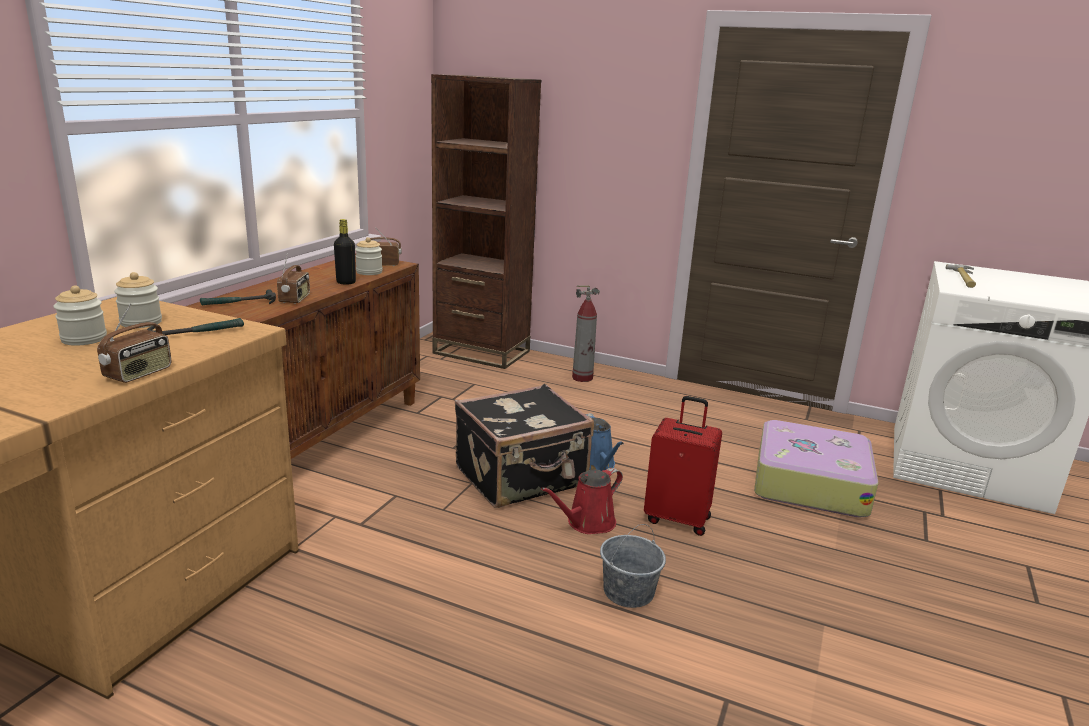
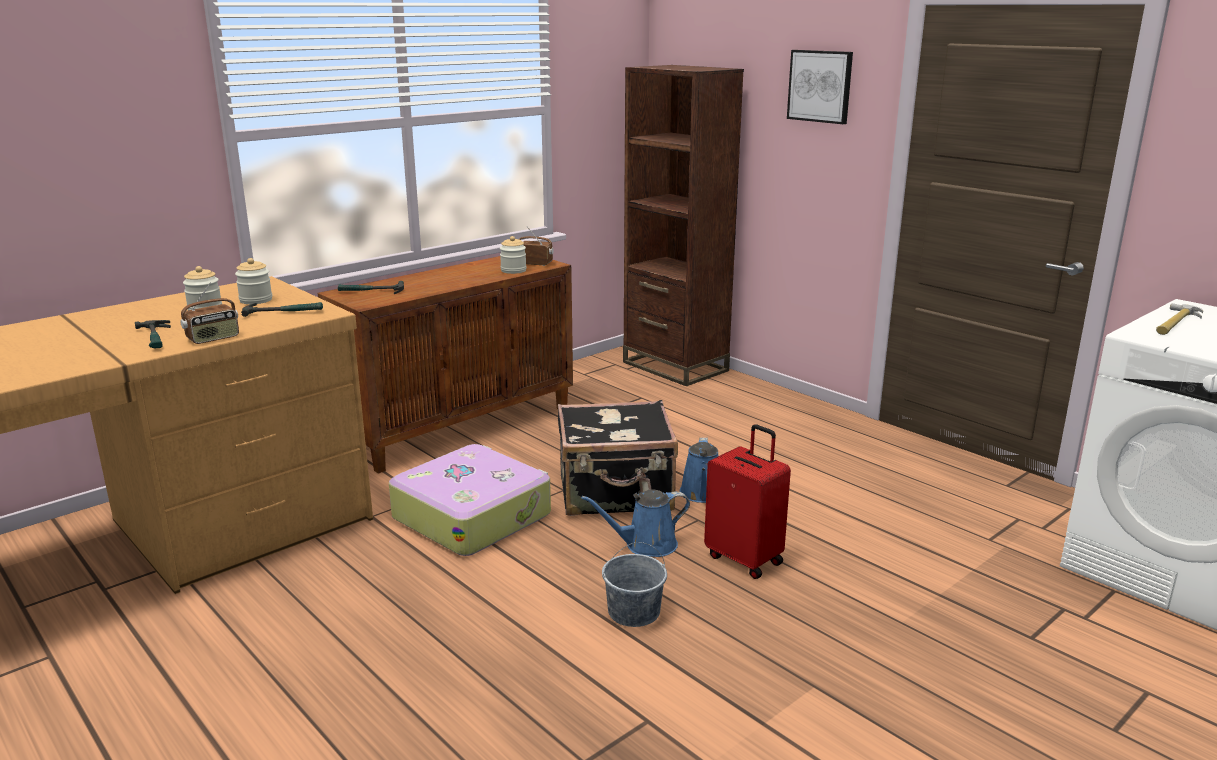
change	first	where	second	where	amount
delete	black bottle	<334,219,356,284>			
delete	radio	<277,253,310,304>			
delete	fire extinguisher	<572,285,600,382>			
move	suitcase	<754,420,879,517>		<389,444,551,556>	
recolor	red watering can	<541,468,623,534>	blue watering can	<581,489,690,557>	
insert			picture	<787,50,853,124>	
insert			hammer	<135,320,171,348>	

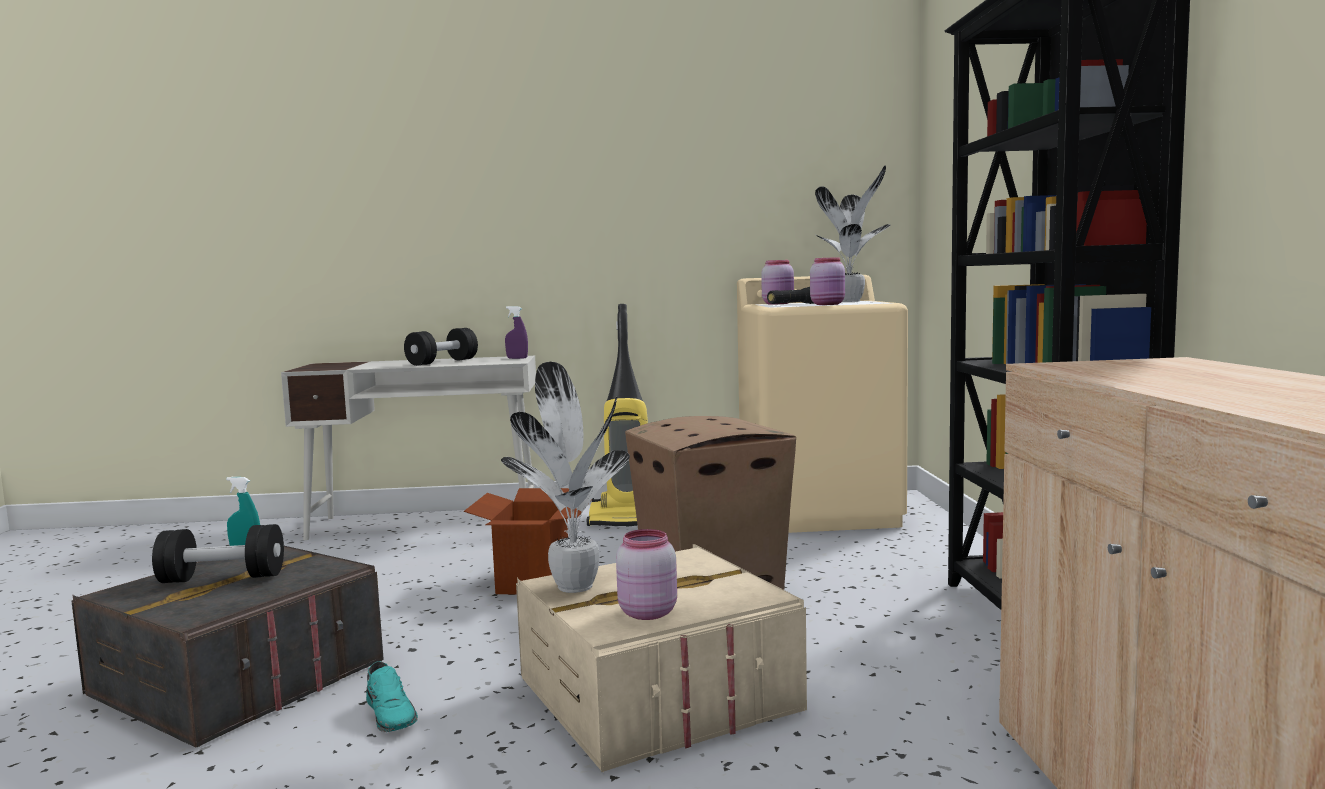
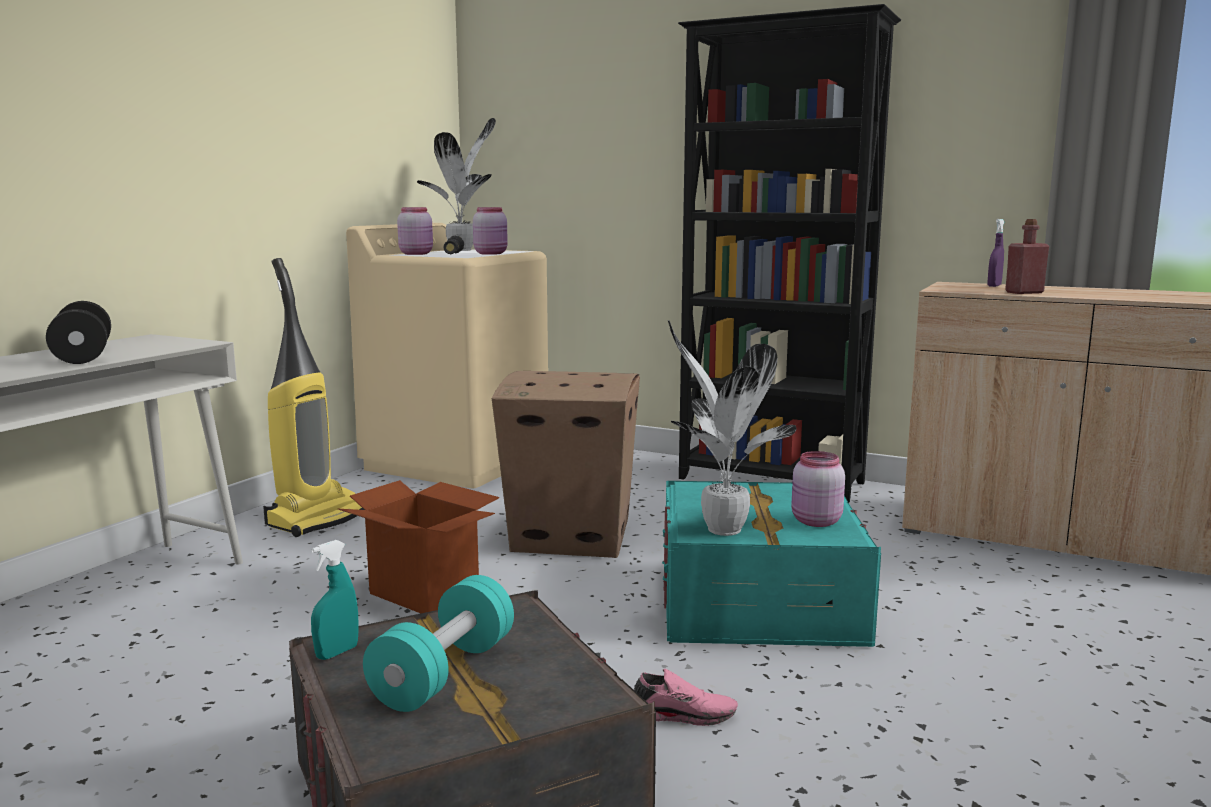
change	first	where	second	where	amount
move	purple spray bottle	<505,306,528,359>		<987,219,1004,287>	
recolor	black dumbbell	<152,524,284,583>	turquoise dumbbell	<363,575,514,712>	
recolor	beige storage box	<516,544,807,772>	turquoise storage box	<662,481,881,647>	
recolor	turquoise shoe	<366,662,418,732>	pink shoe	<634,669,738,726>	
insert			red bottle	<1005,219,1049,294>	

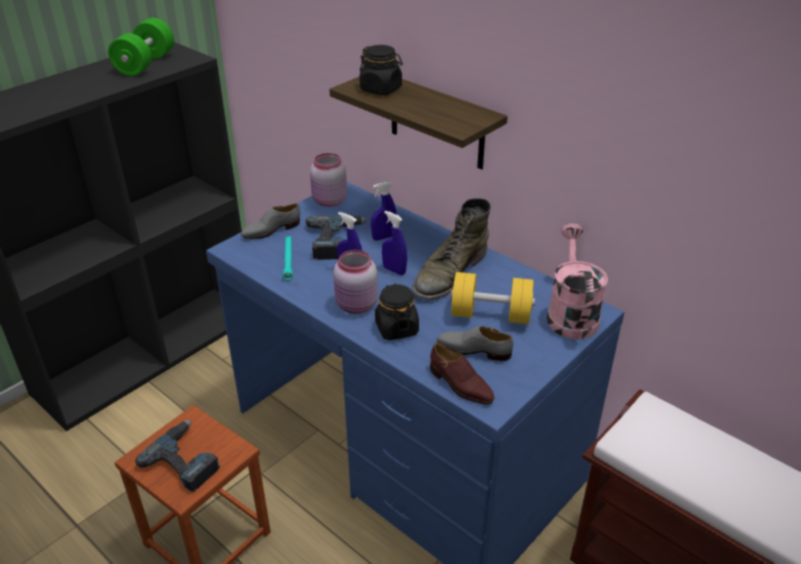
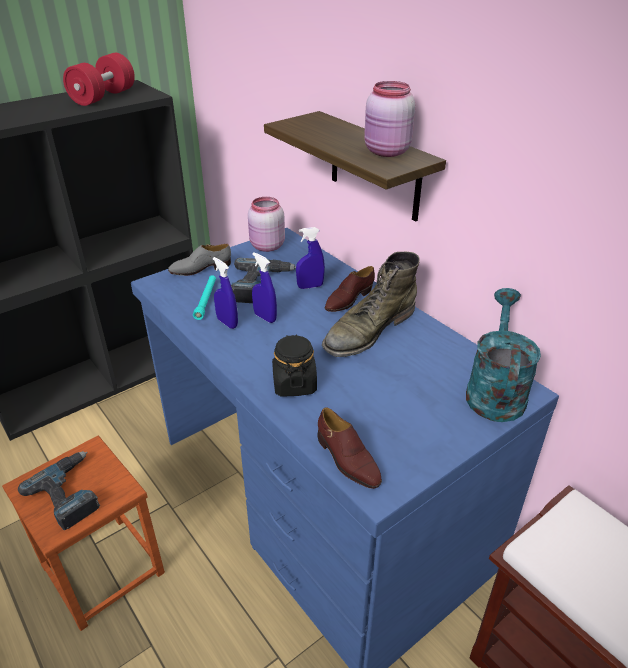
change	first	where	second	where	amount
recolor	green dumbbell	<108,18,174,76>	red dumbbell	<63,53,135,106>	
delete	black jar	<359,45,403,95>			
move	blue spray bottle	<382,211,407,275>		<213,257,238,329>	
recolor	pink watering can	<547,224,608,340>	turquoise watering can	<466,288,541,422>	
move	pink jar	<333,250,378,314>		<364,81,416,157>	
delete	yellow dumbbell	<450,272,535,324>			
delete	grey shoe	<437,326,513,361>			
insert			brown shoe	<324,266,375,312>	

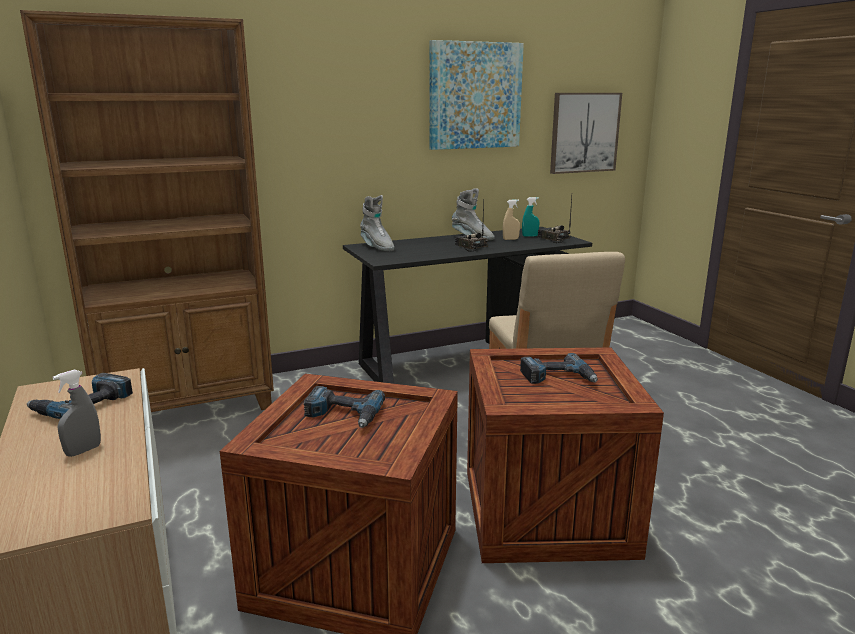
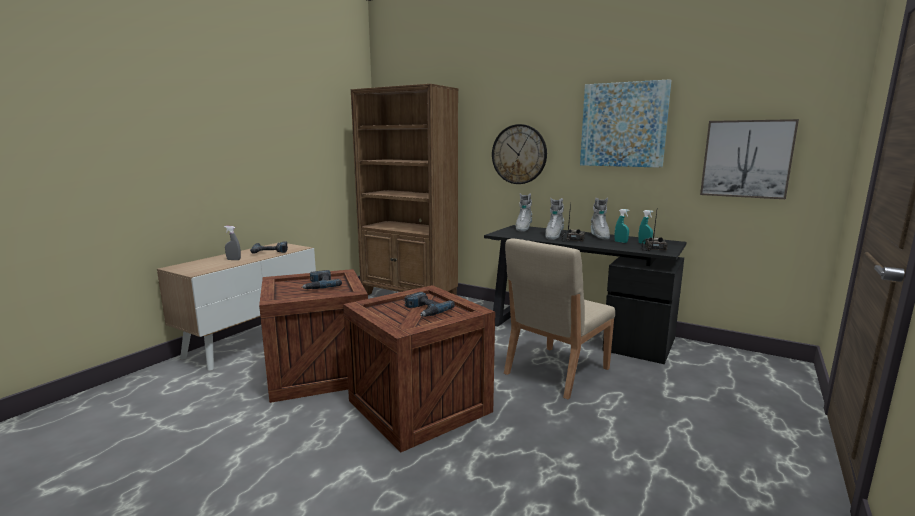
change	first	where	second	where	amount
recolor	beige spray bottle	<503,199,520,240>	turquoise spray bottle	<615,209,629,243>	
insert			wall clock	<492,124,547,184>	
insert			grey boot	<545,198,564,240>	

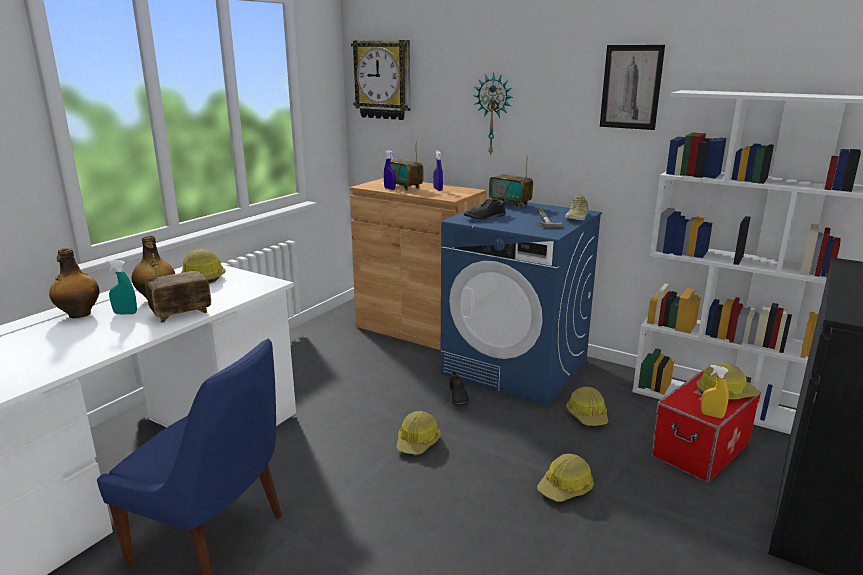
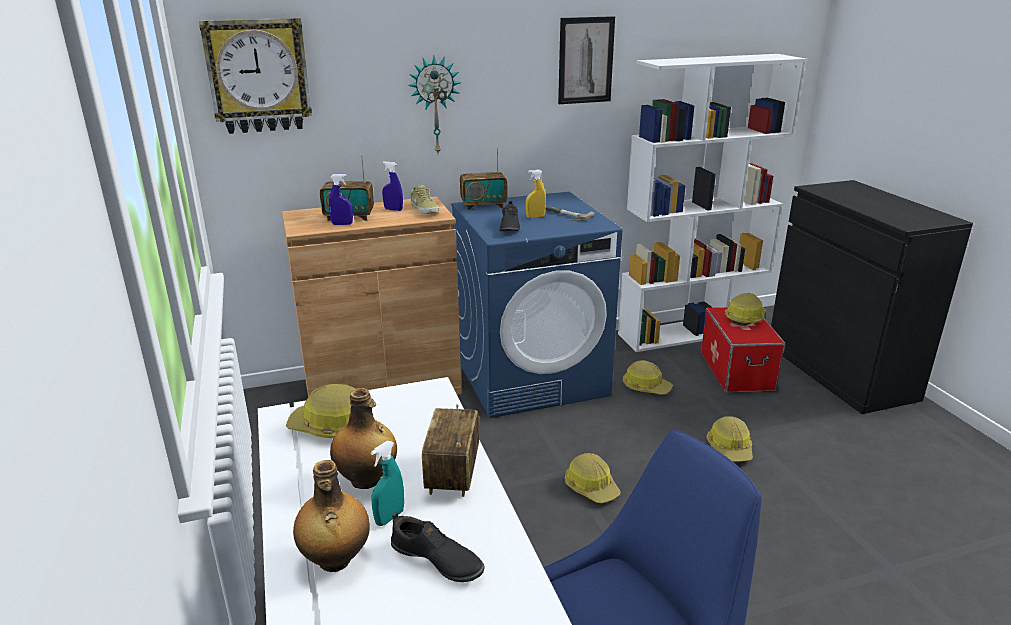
change	first	where	second	where	amount
move	beige shoe	<565,195,588,220>		<411,184,439,214>	
move	yellow spray bottle	<701,365,729,418>		<526,169,546,218>	
move	black shoe	<449,372,469,406>		<391,512,485,582>	

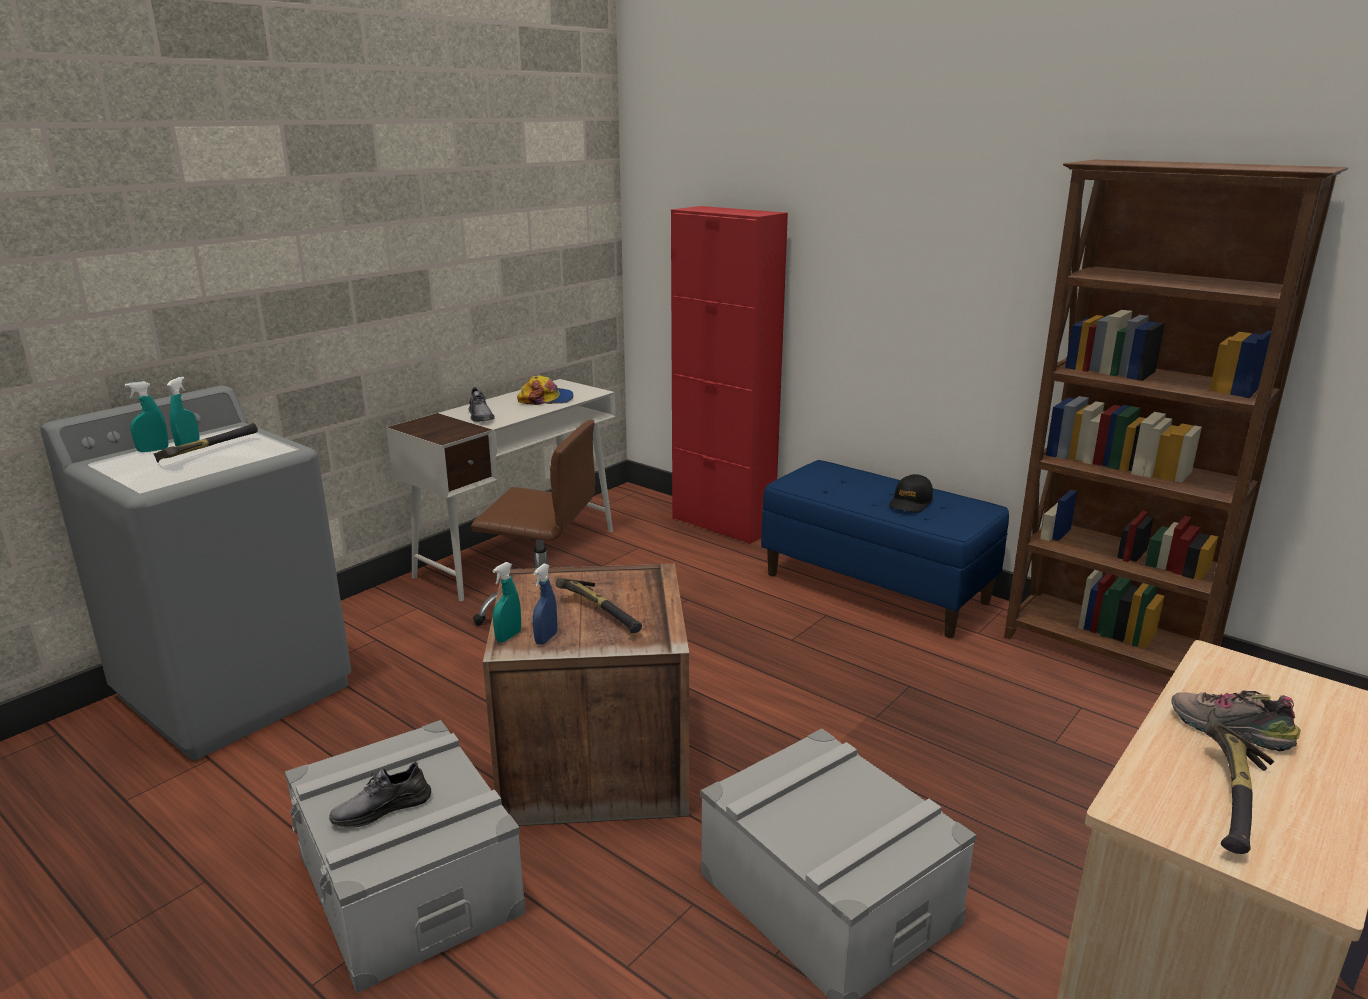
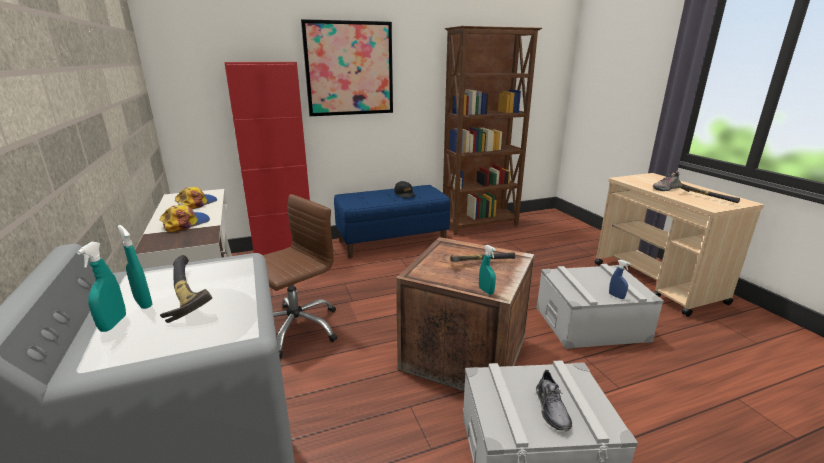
change	first	where	second	where	amount
replace	grey shoe	<469,387,494,422>	cap	<160,205,210,232>	
move	blue spray bottle	<533,564,557,645>		<609,260,631,299>	
insert			picture	<301,19,393,116>	

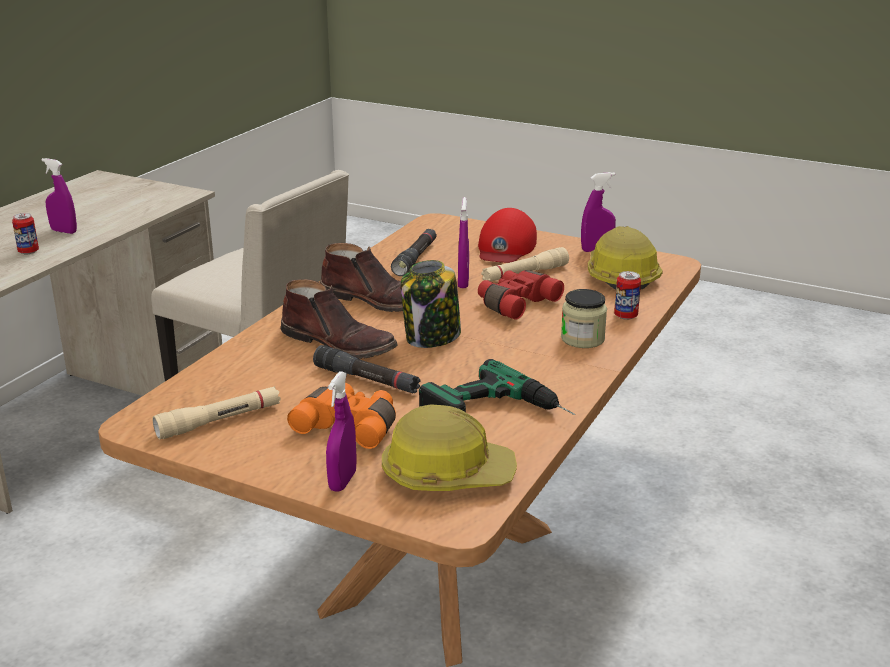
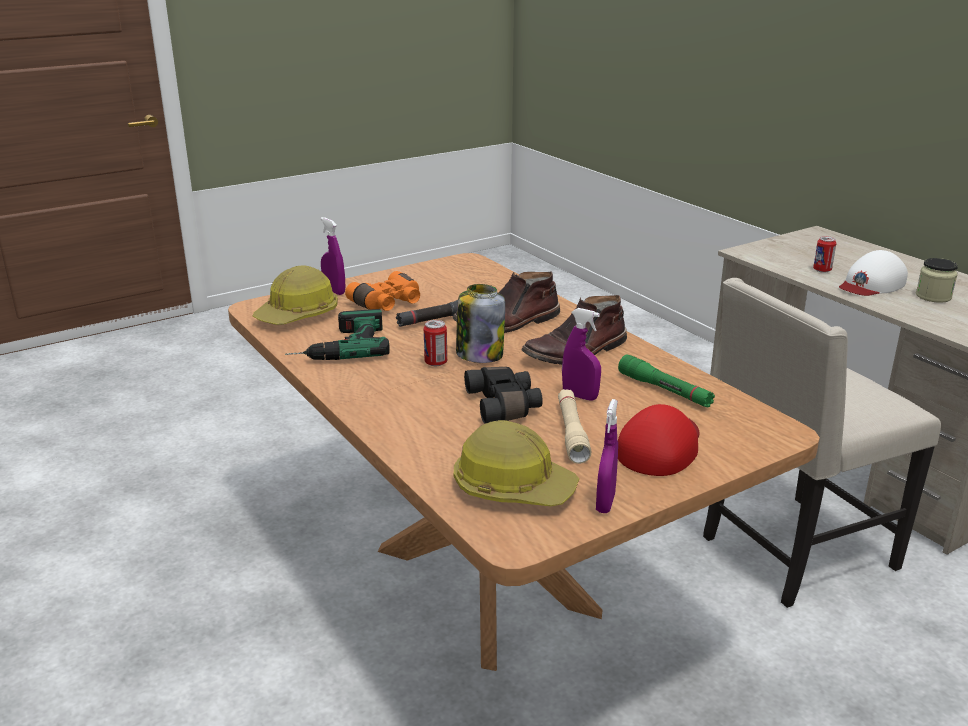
change	first	where	second	where	amount
replace	purple spray bottle	<41,158,77,234>	white cap	<839,250,908,296>	
rotate	red cap	<478,208,537,263>		<618,404,700,476>	75 degrees clockwise
recolor	black flashlight	<391,229,437,276>	green flashlight	<618,355,715,408>	
recolor	red binoculars	<478,270,564,320>	black binoculars	<464,367,543,423>	
move	can	<614,271,641,320>		<424,320,447,366>	
move	jar	<561,289,607,348>		<916,258,958,303>	
delete	beige flashlight	<152,386,281,440>			

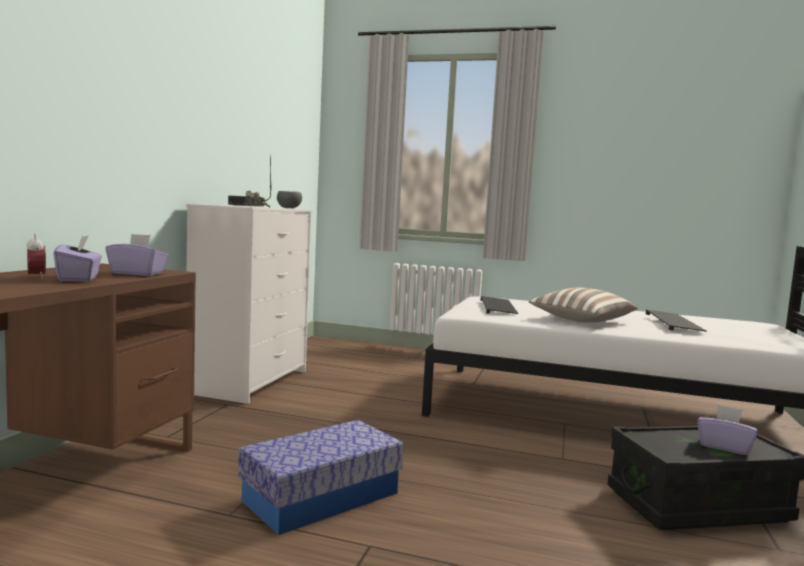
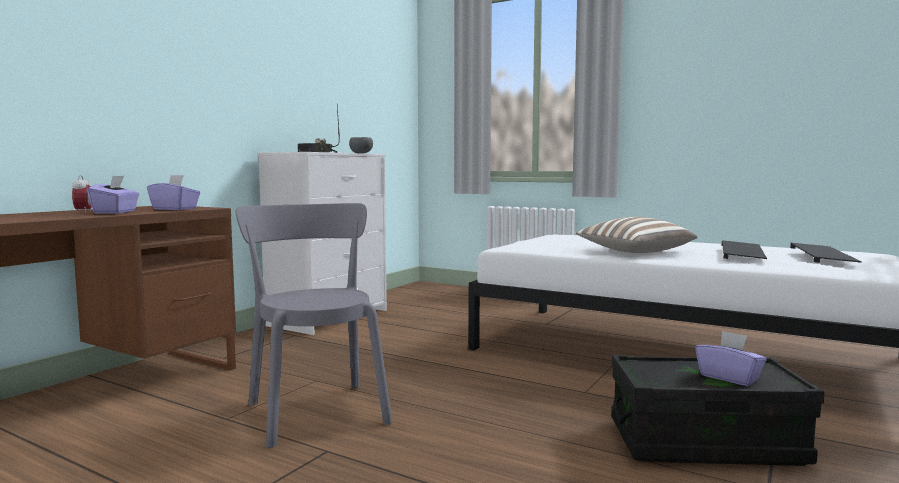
change	first	where	second	where	amount
move	keyboard	<480,296,518,314>		<790,242,862,263>	
replace	storage box	<238,420,404,535>	grey chair	<235,203,392,448>	

